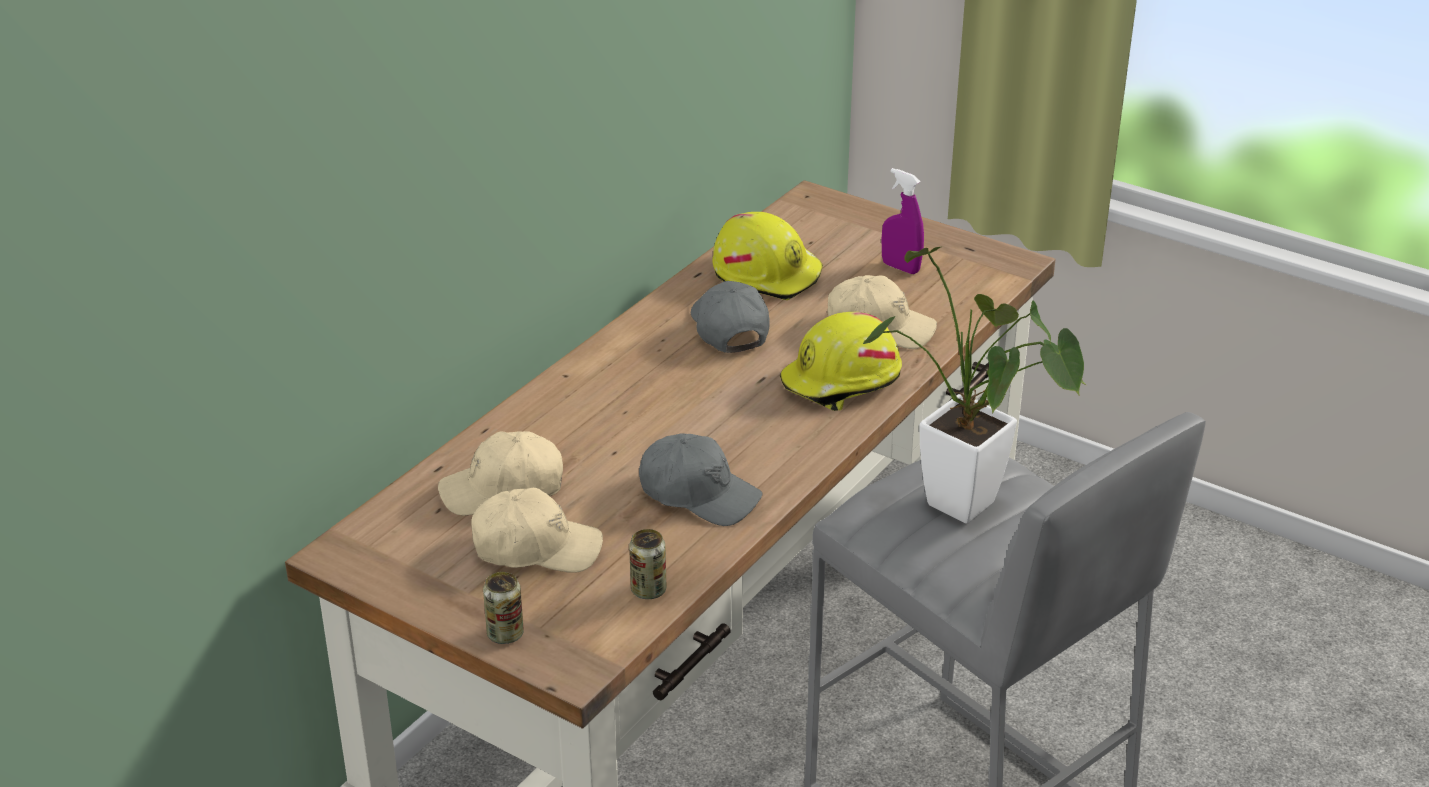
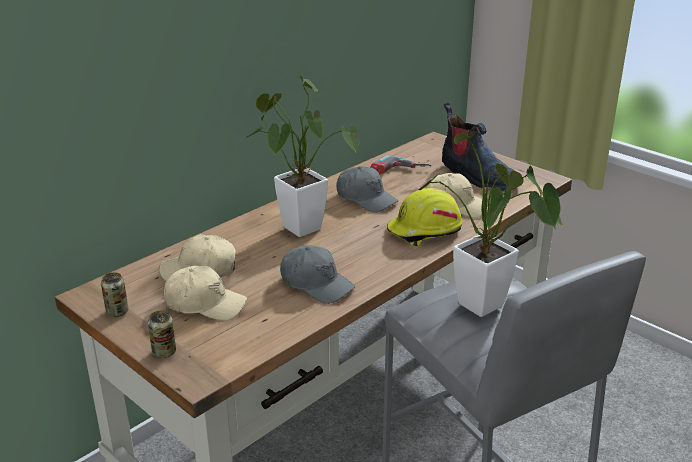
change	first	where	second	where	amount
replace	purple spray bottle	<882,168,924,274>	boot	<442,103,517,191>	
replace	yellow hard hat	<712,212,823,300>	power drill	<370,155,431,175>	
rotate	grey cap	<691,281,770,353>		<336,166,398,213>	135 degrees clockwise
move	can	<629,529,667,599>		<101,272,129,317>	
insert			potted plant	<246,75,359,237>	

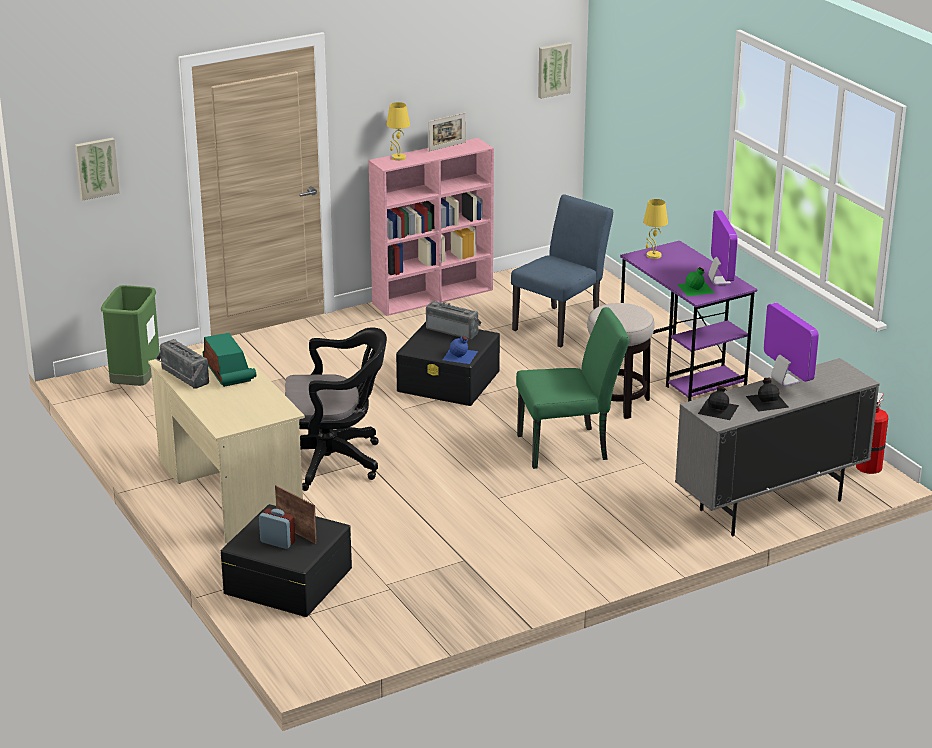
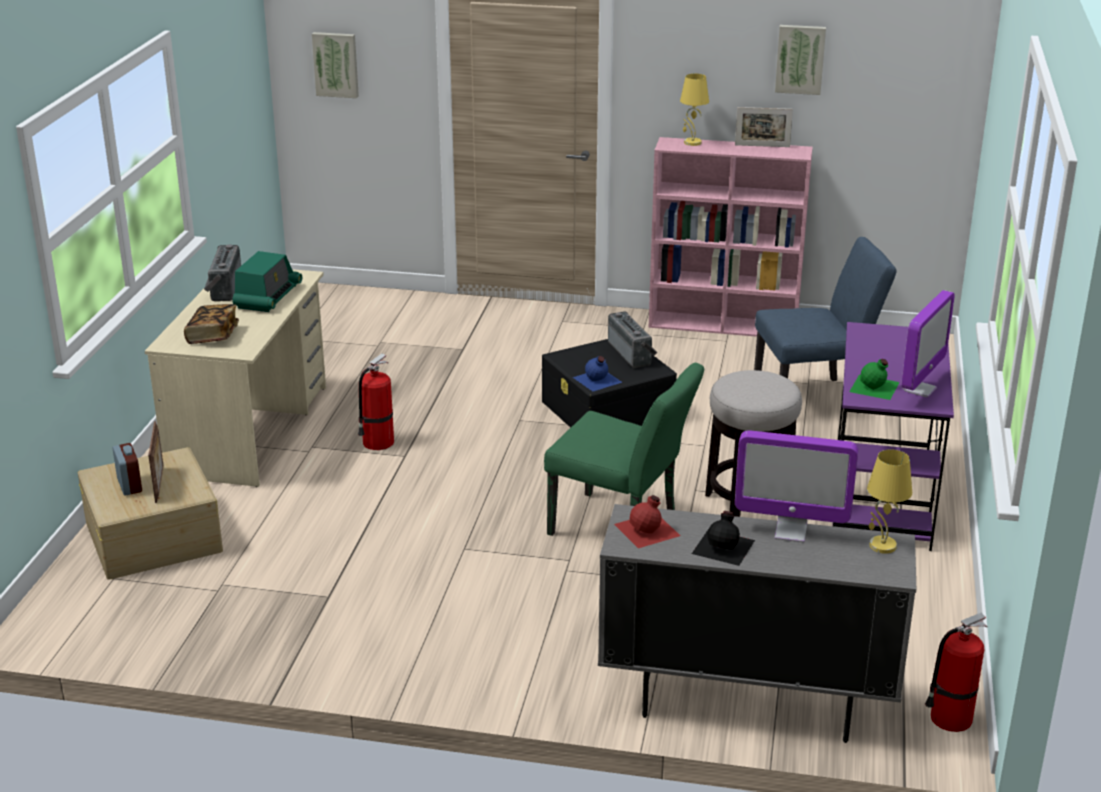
change	first	where	second	where	amount
move	picture	<538,42,572,99>		<775,25,826,95>	
move	yellow table lamp	<643,199,668,259>		<867,449,912,554>	
delete	green trash can	<101,285,160,386>			
rotate	monitor	<764,303,819,386>		<735,430,858,542>	90 degrees clockwise
replace	black office chair	<285,327,387,491>	fire extinguisher	<358,354,394,450>	
recolor	black bottle	<698,385,739,420>	red bottle	<614,495,680,548>	
recolor	black storage box	<221,504,352,617>	beige storage box	<78,447,223,580>	
insert			book	<184,304,239,344>	

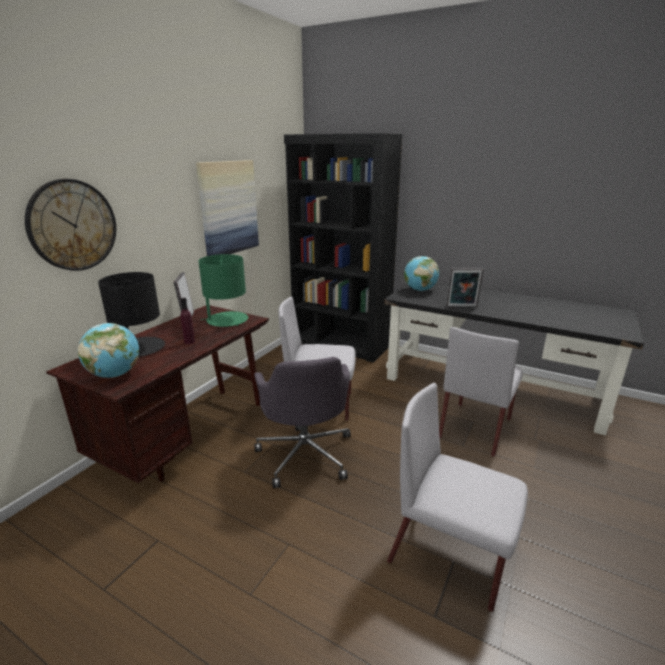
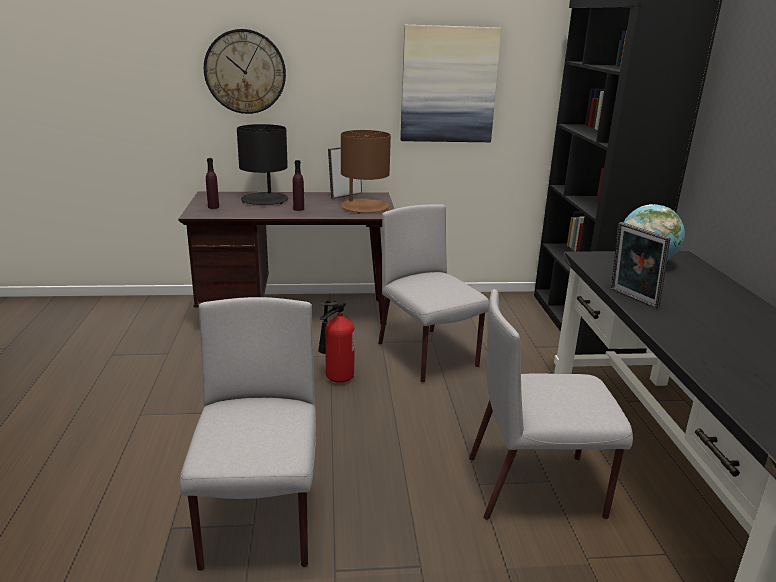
change	first	where	second	where	amount
recolor	green table lamp	<198,254,248,327>	brown table lamp	<341,130,391,214>	
replace	globe	<78,323,139,378>	purple bottle	<206,158,219,209>	
replace	grey office chair	<254,357,351,488>	fire extinguisher	<318,300,355,383>	

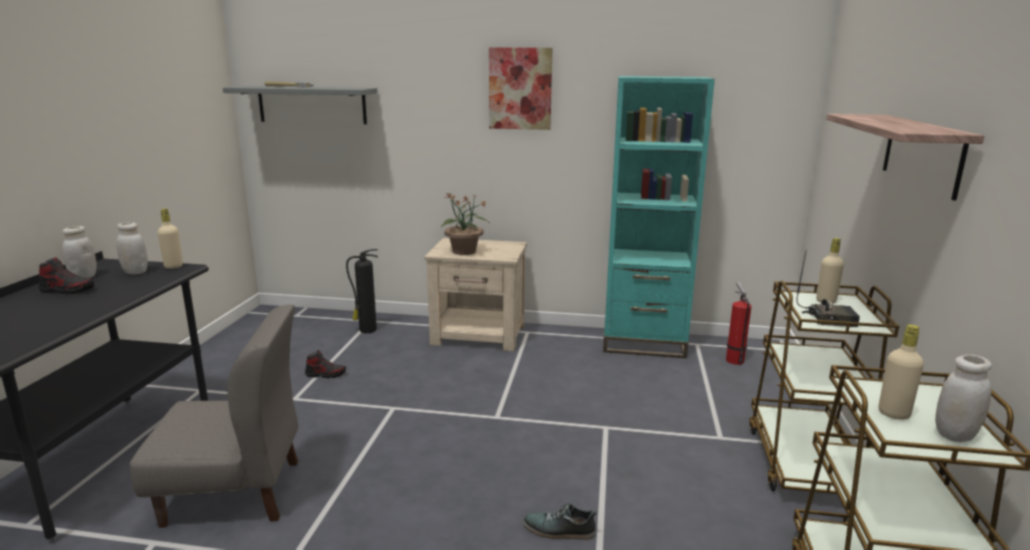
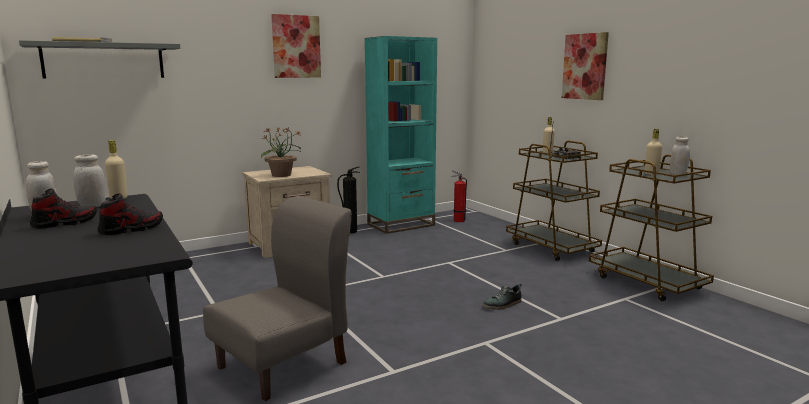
change	first	where	second	where	amount
replace	shelf	<826,114,984,201>	picture	<562,32,609,100>	
move	fire extinguisher	<346,249,378,333>		<337,167,360,234>	
move	shoe	<305,350,346,379>		<98,193,163,235>	

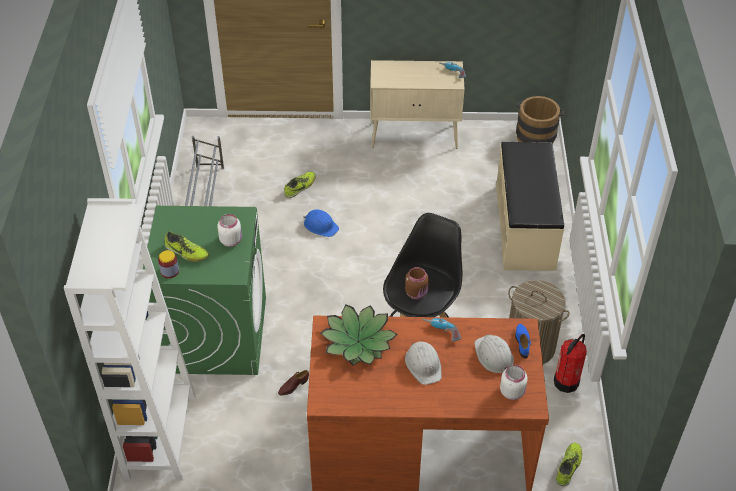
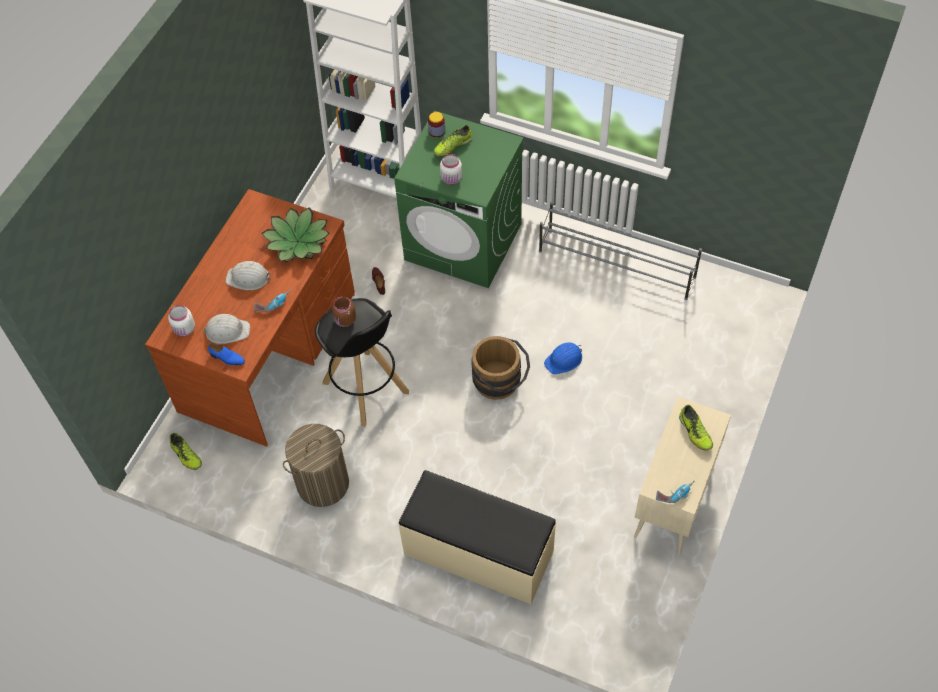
change	first	where	second	where	amount
move	brown bucket	<516,96,564,144>		<471,336,530,400>	
move	shoe	<284,172,316,198>		<679,405,713,451>	
delete	fire extinguisher	<554,334,587,393>			

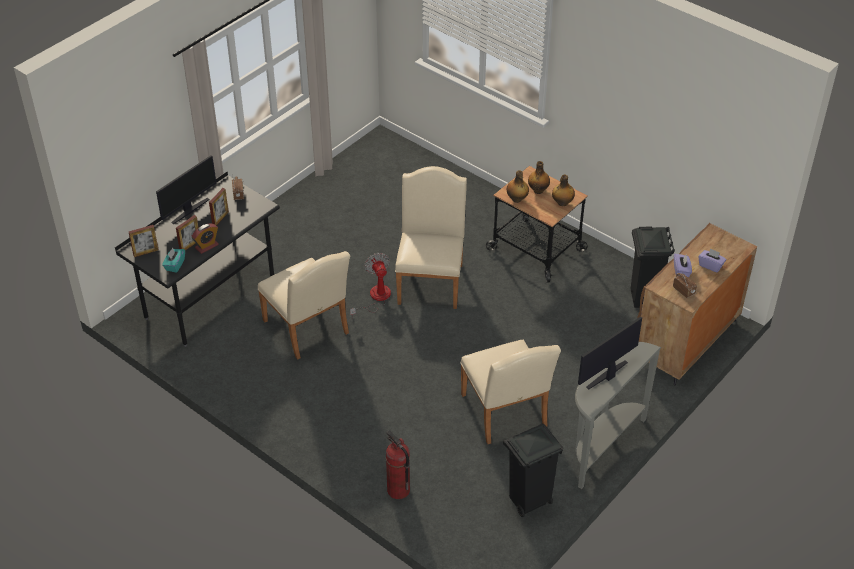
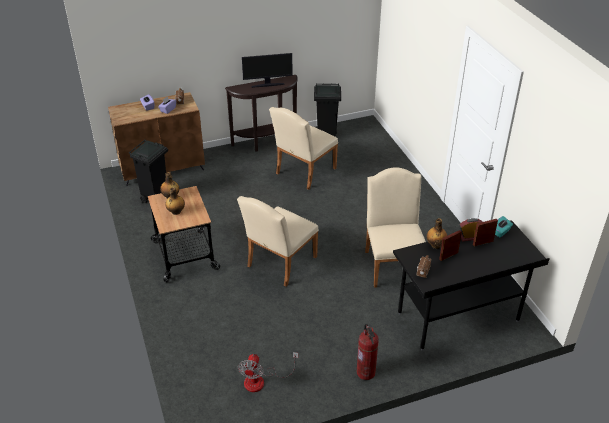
change	first	where	second	where	amount
delete	monitor	<156,155,216,224>			
move	bottle	<507,170,529,203>		<426,218,447,249>	
delete	picture frame	<129,225,159,257>			
move	fan	<350,253,391,318>		<238,352,298,392>	
rotate	beige chair	<460,340,561,444>		<269,107,338,190>	150 degrees counterclockwise
recolor	grey console table	<575,342,661,489>	brown console table	<225,75,298,152>	
move	fire extinguisher	<386,430,410,499>		<357,324,379,380>	

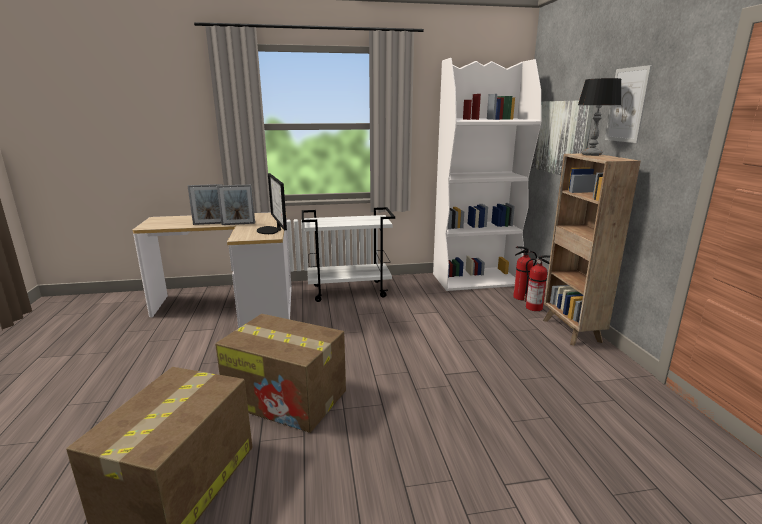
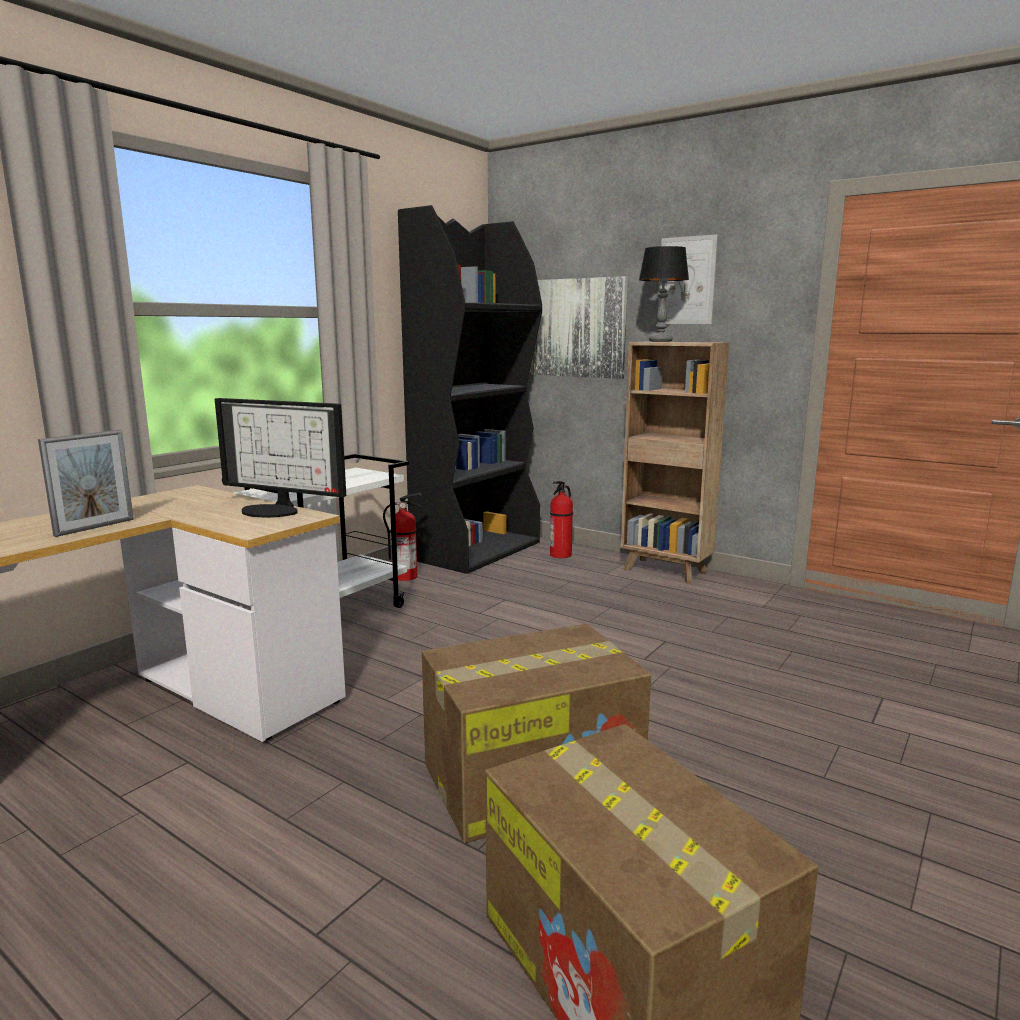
change	first	where	second	where	amount
recolor	white bookcase	<433,58,542,291>	black bookcase	<398,205,542,574>	
delete	picture frame	<217,184,255,225>			
move	fire extinguisher	<524,255,550,311>		<383,493,422,581>	

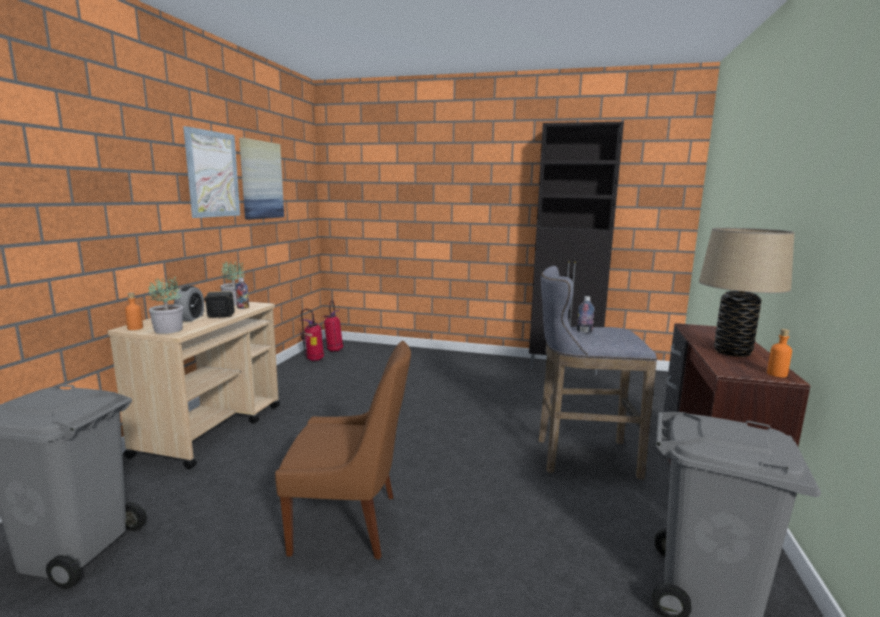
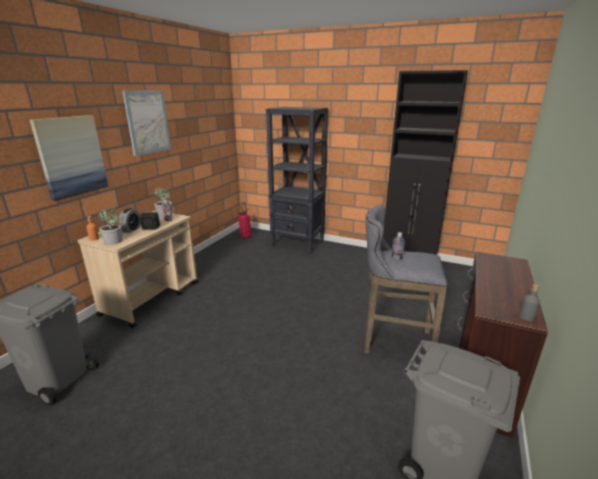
change	first	where	second	where	amount
move	picture	<239,138,284,220>		<29,115,109,201>	
delete	beige table lamp	<699,228,794,357>			
delete	fire extinguisher	<299,309,324,361>			
recolor	orange bottle	<767,329,792,377>	grey bottle	<519,284,540,321>	
delete	brown chair	<275,341,411,560>			
insert			black bookcase	<266,107,328,254>	

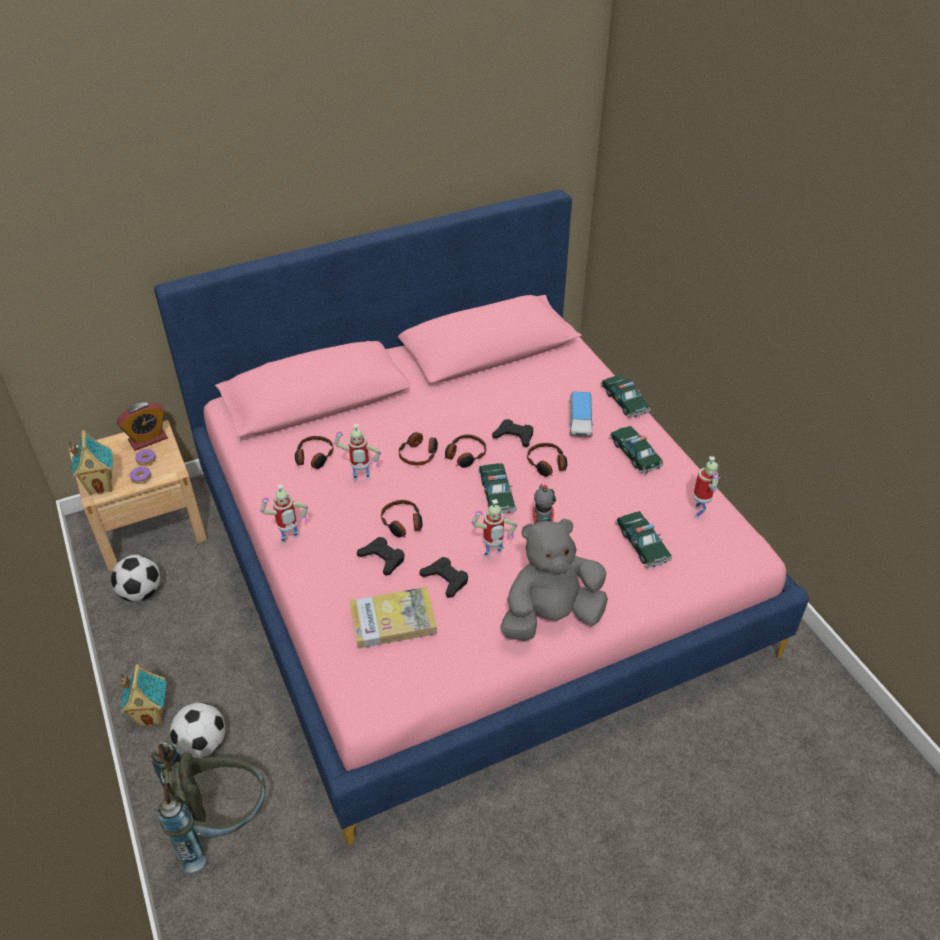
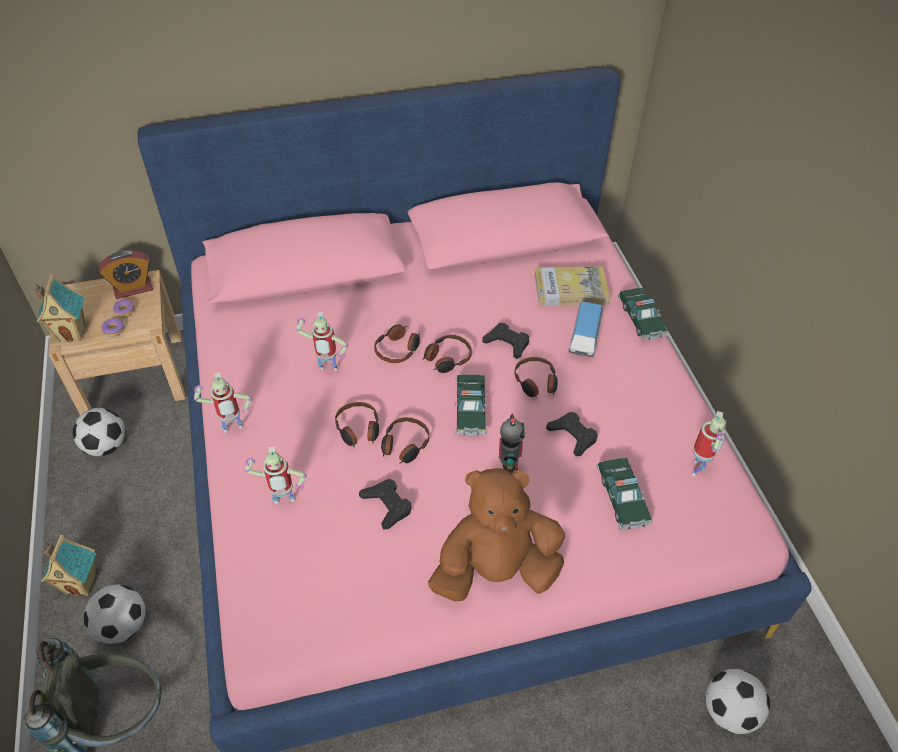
change	first	where	second	where	amount
delete	toy car	<609,426,664,474>			
move	headphones	<295,436,333,469>		<381,417,429,464>	
move	toy robot	<472,499,517,558>		<245,447,306,504>	
recolor	grey plush toy	<500,518,608,641>	brown plush toy	<428,468,565,601>	
move	black game controller	<357,537,405,576>		<546,412,598,456>	
move	book	<350,587,437,649>		<534,266,610,306>	
insert			football	<705,669,770,734>	

